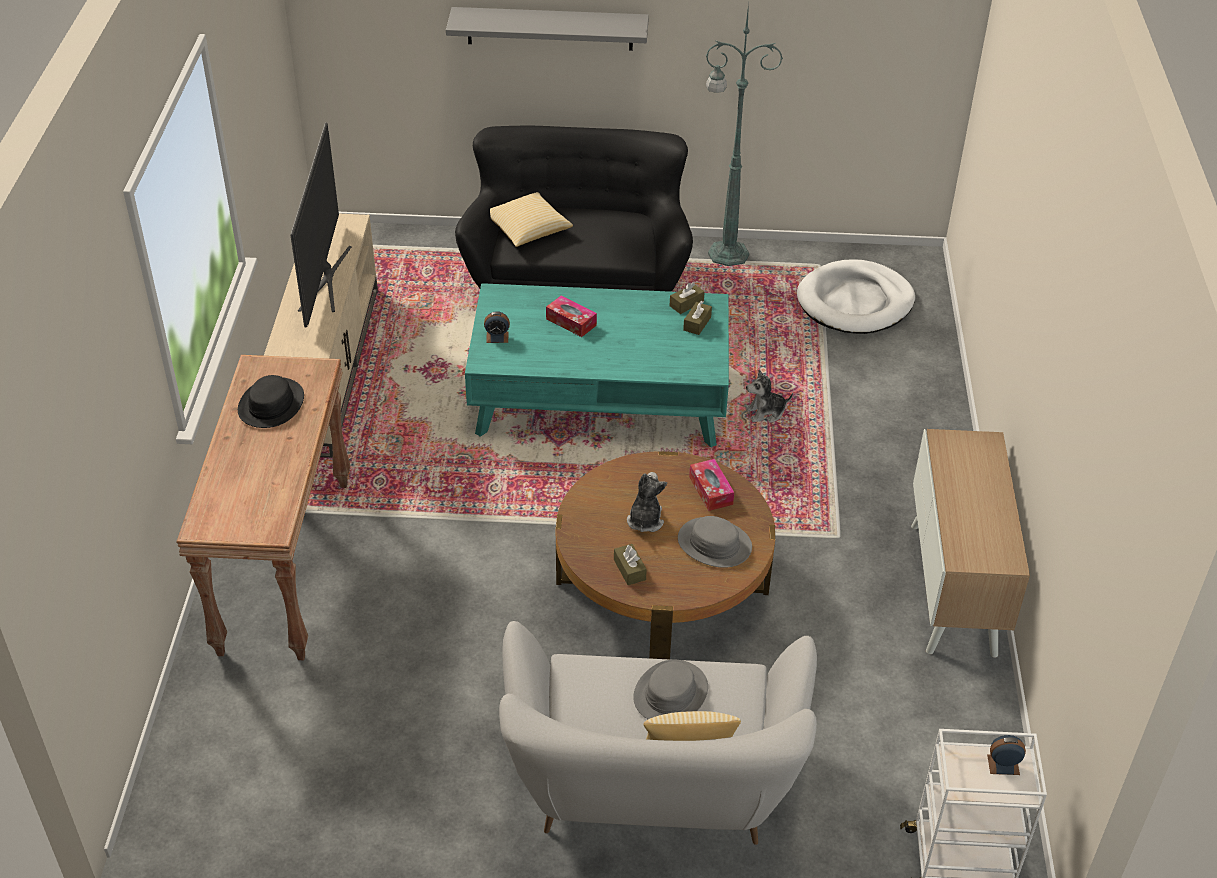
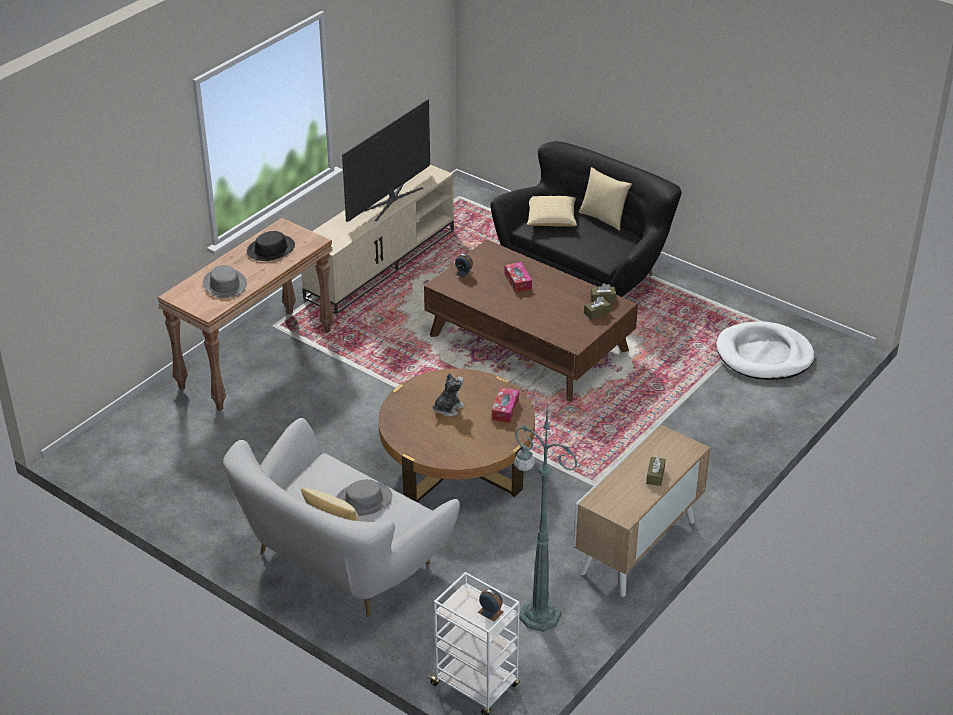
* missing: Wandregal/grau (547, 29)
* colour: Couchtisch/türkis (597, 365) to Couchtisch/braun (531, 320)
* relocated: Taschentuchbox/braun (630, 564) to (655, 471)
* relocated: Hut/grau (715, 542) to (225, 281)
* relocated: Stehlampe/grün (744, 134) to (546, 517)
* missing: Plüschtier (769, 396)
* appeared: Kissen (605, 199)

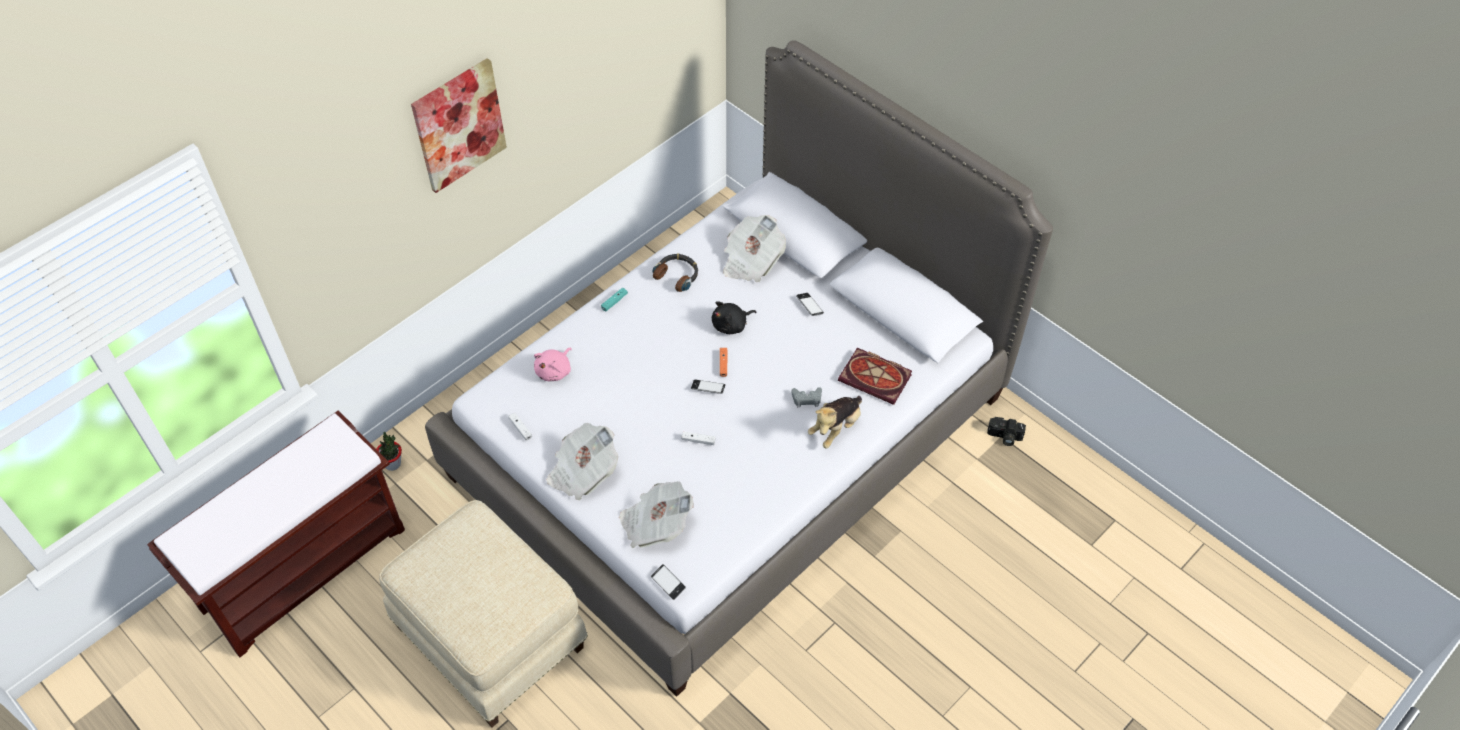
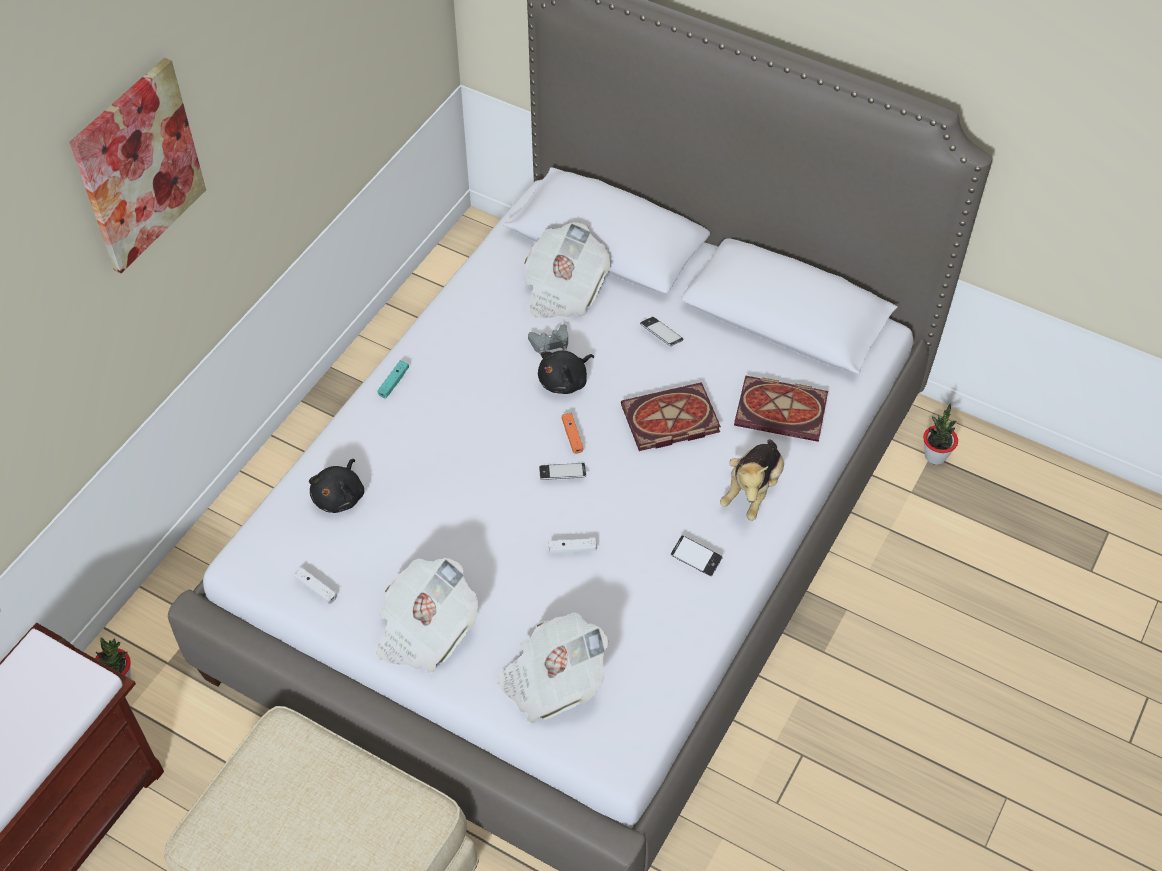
* colour: Plüschtier/rosa (553, 364) to Plüschtier/schwarz (336, 486)
* relocated: Handy (668, 582) to (696, 555)
* missing: Kopfhörer (675, 272)
* relocated: Gamepad/grau (806, 397) to (548, 339)
* exchanged: Kamera (1006, 431) to Topfpflanze (940, 434)
* appeared: Buch (671, 416)

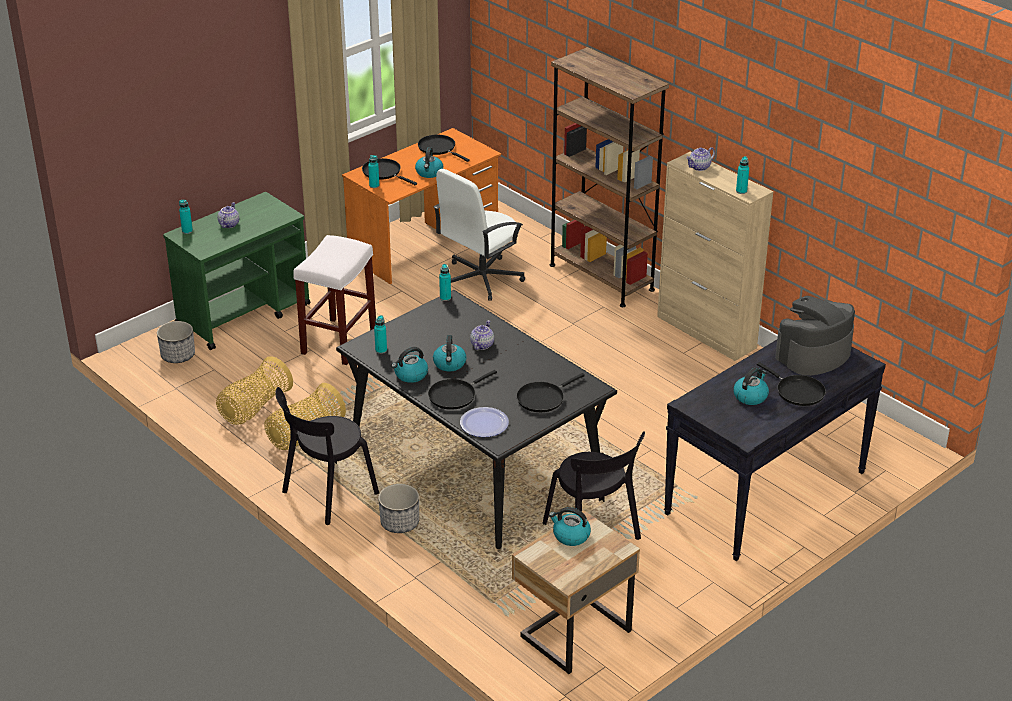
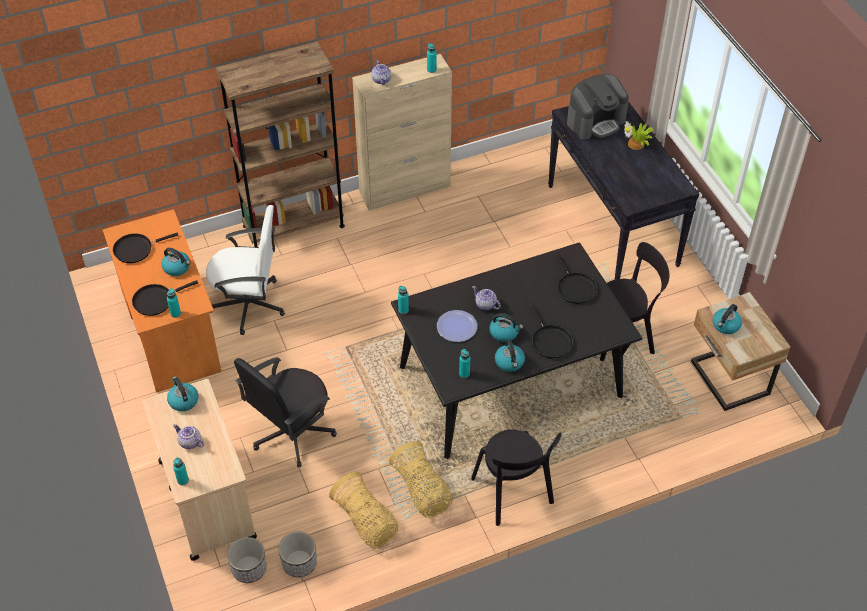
* colour: Rollwagen/grün (236, 271) to Rollwagen/beige (199, 470)
* exchanged: Hocker/weiß (334, 300) to Bürostuhl/schwarz (285, 412)
* relocated: Pflanzkübel (398, 508) to (297, 554)
* spun: Bürostuhl/weiß (479, 235) = (245, 270) 60 degrees counterclockwise
* relocated: Teller (484, 422) to (457, 326)
* relocated: Wasserkessel (751, 386) to (182, 393)
* exchanged: Pfanne/schwarz (791, 384) to Topfpflanze (639, 135)
* spun: Kaffeemaschine (815, 336) = (598, 107) 105 degrees counterclockwise

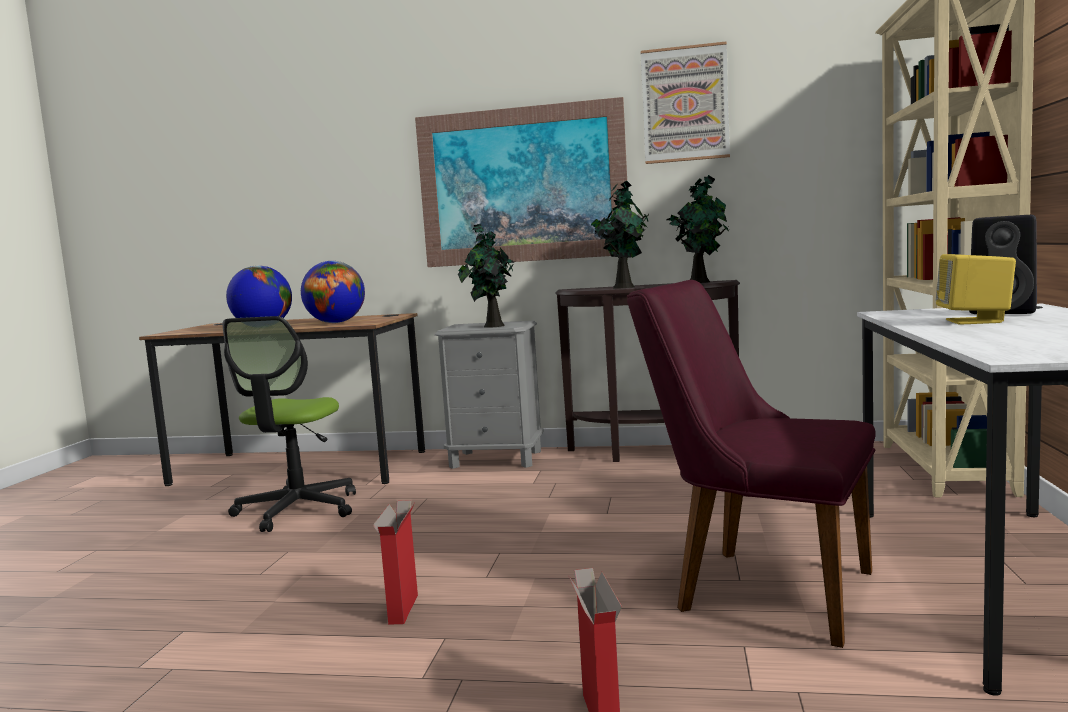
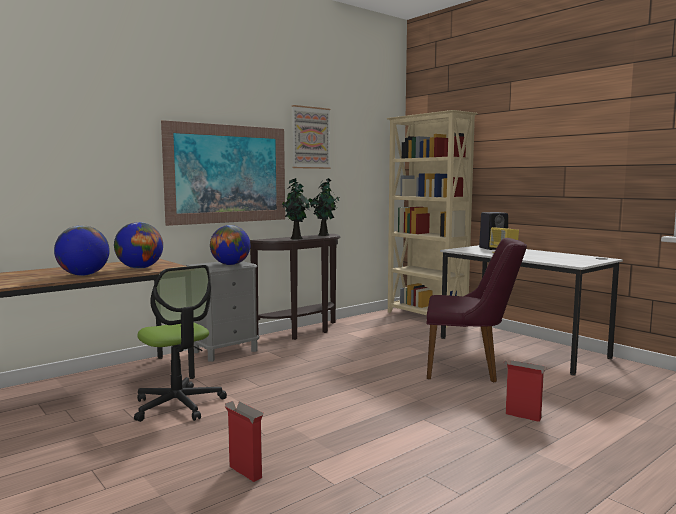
* relocated: Karton (395, 562) to (244, 441)
* exchanged: Topfpflanze (486, 275) to Globus (230, 245)
* spun: Stuhl/lila (751, 464) = (476, 310) 150 degrees counterclockwise

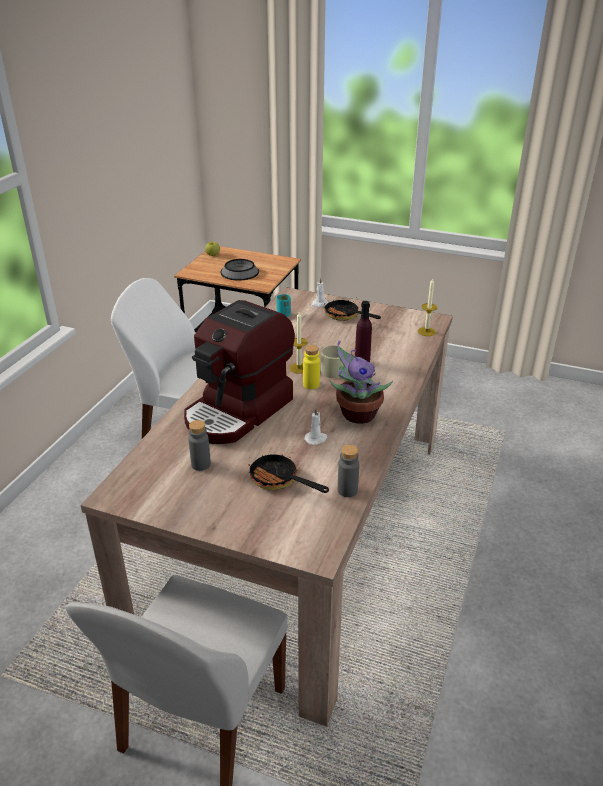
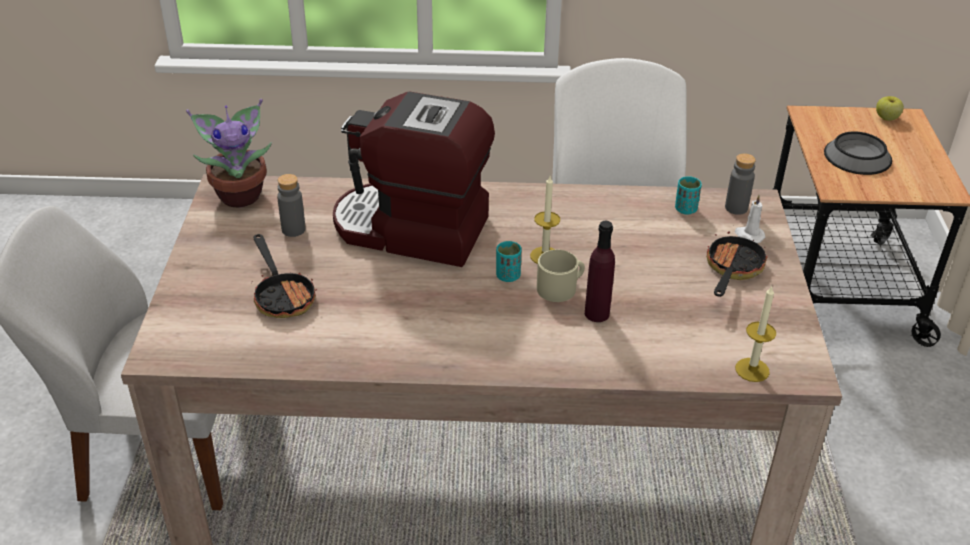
* spun: Pfanne (288, 473) = (284, 276) 135 degrees clockwise
* exchanged: Flasche/gelb (311, 367) to Tasse/türkis (509, 261)
* missing: Kerze/weiß (315, 426)
* relocated: Topfpflanze (361, 382) to (229, 153)
* relocated: Flasche/grau (348, 471) to (740, 184)

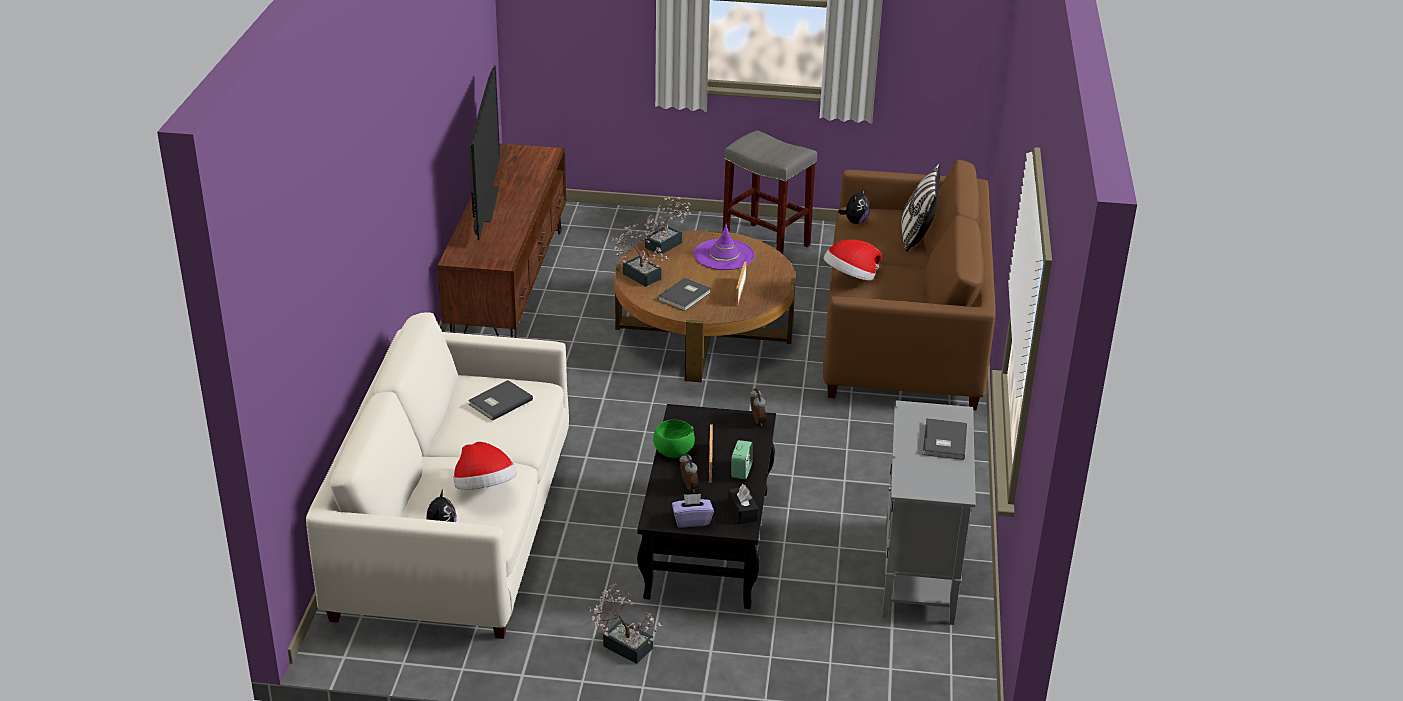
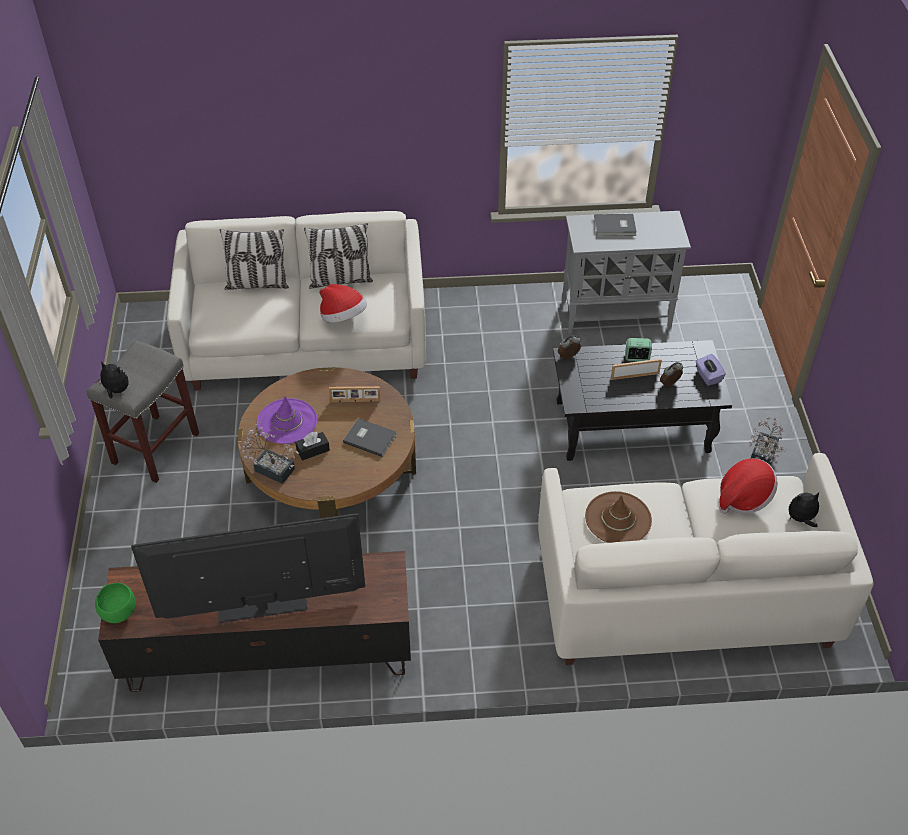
* exchanged: Buch/grau (500, 400) to Hut/braun (618, 517)
* missing: Topfpflanze (640, 255)
* relocated: Schüssel/grün (674, 439) to (115, 603)
* relocated: Taschentuchbox/schwarz (743, 504) to (312, 446)
* colour: Sofa/braun (909, 285) to Sofa/weiß (296, 300)
* relocated: Plüschtier (854, 206) to (112, 380)
* appeared: Kissen (338, 256)

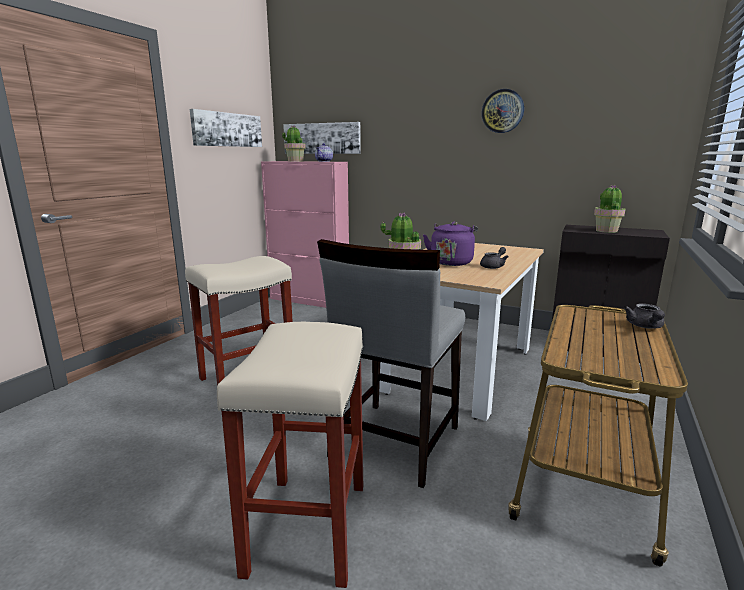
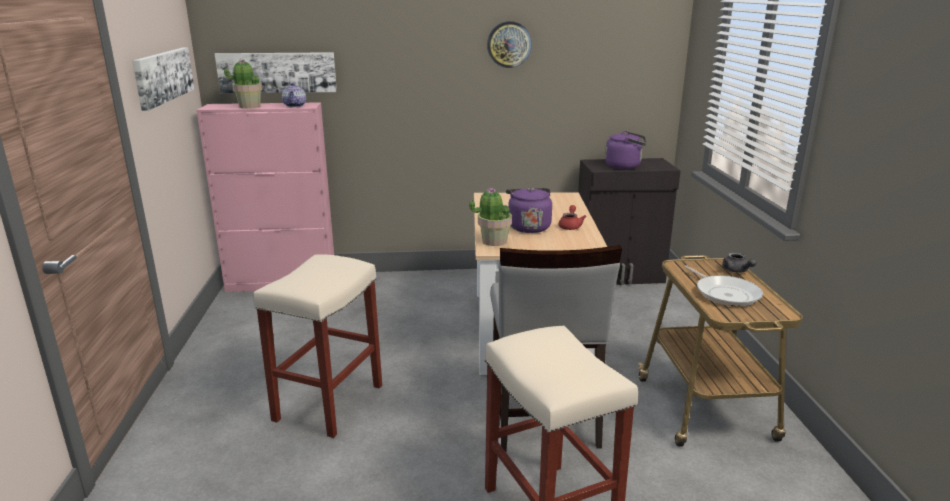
* colour: Teekanne/grau (494, 258) to Teekanne/rot (572, 217)
* exchanged: Topfpflanze (609, 209) to Wasserkessel/lila (625, 150)
* appeared: Pfanne (723, 285)

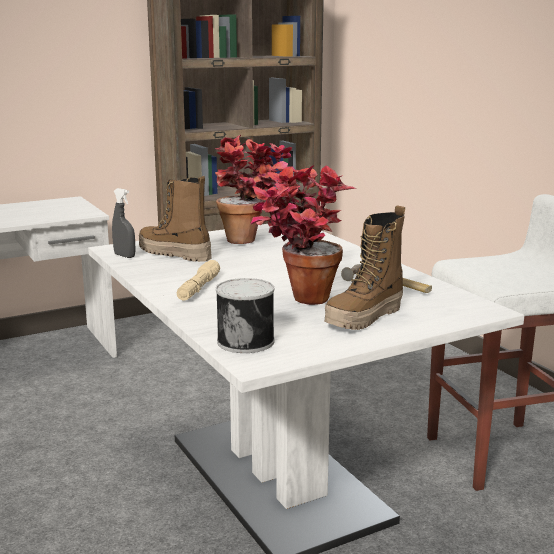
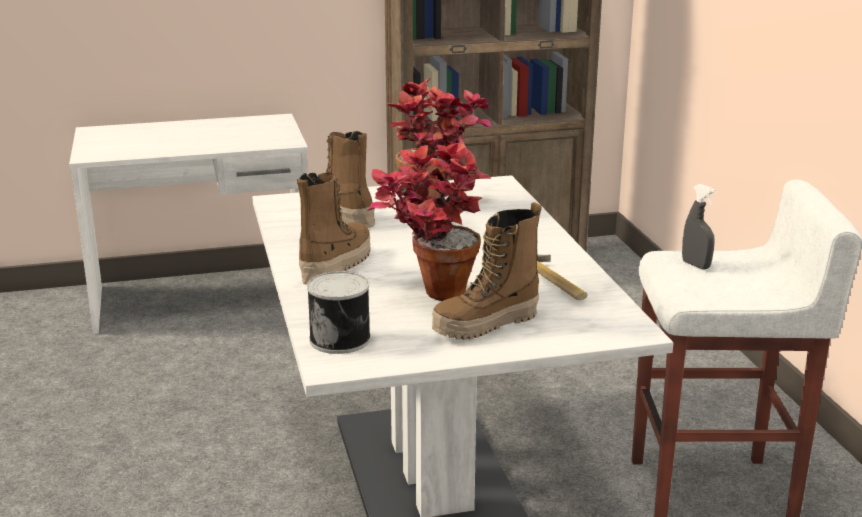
* relocated: Sprühflasche/grau (124, 223) to (699, 226)
* exchanged: Taschenlampe/beige (198, 280) to Stiefel (334, 229)

